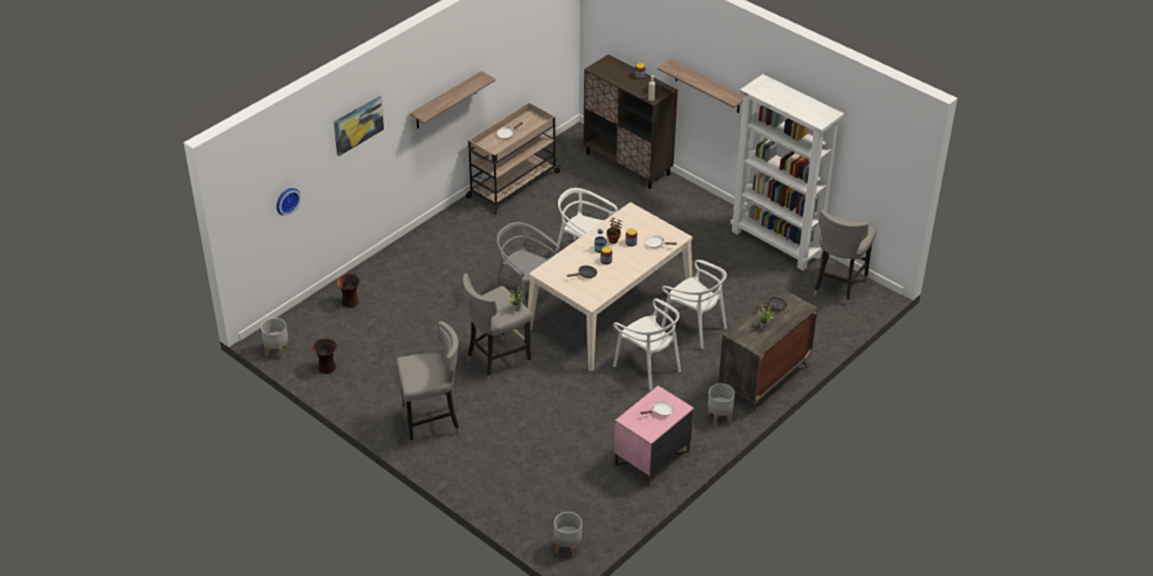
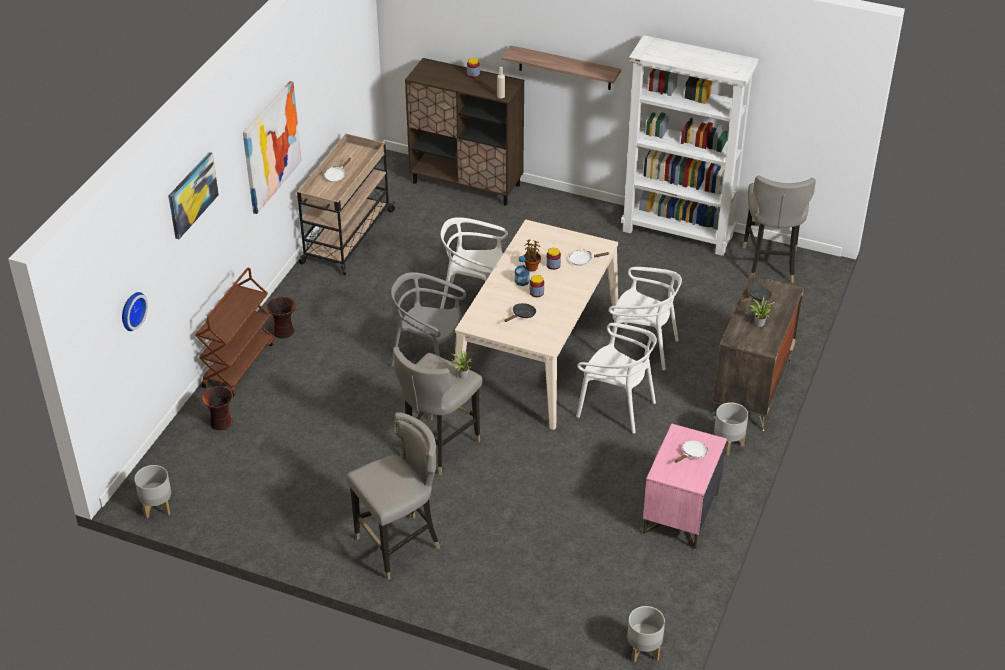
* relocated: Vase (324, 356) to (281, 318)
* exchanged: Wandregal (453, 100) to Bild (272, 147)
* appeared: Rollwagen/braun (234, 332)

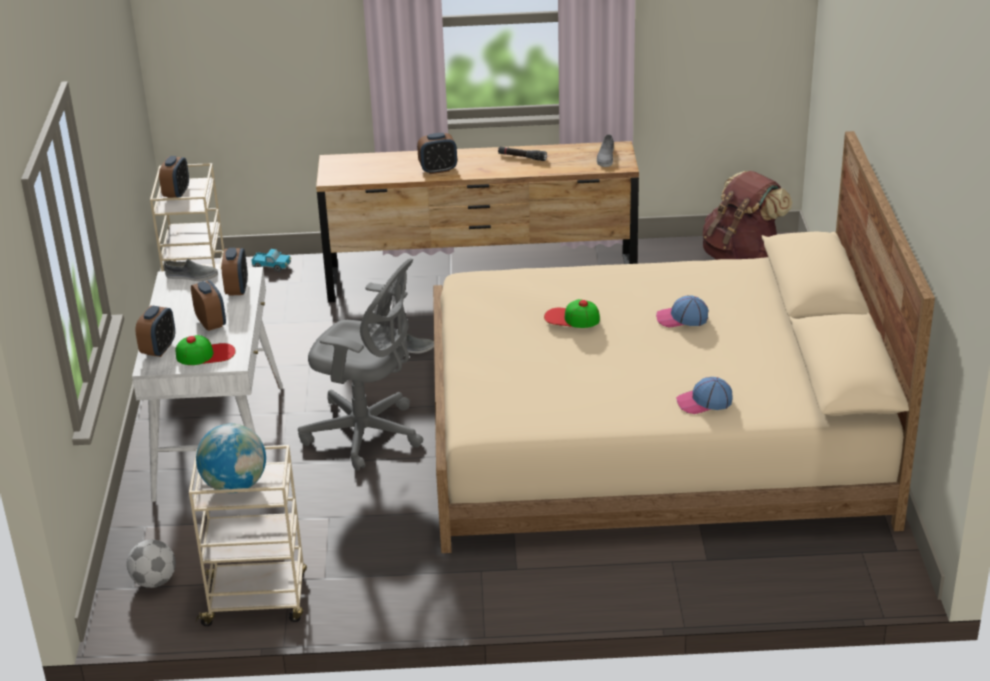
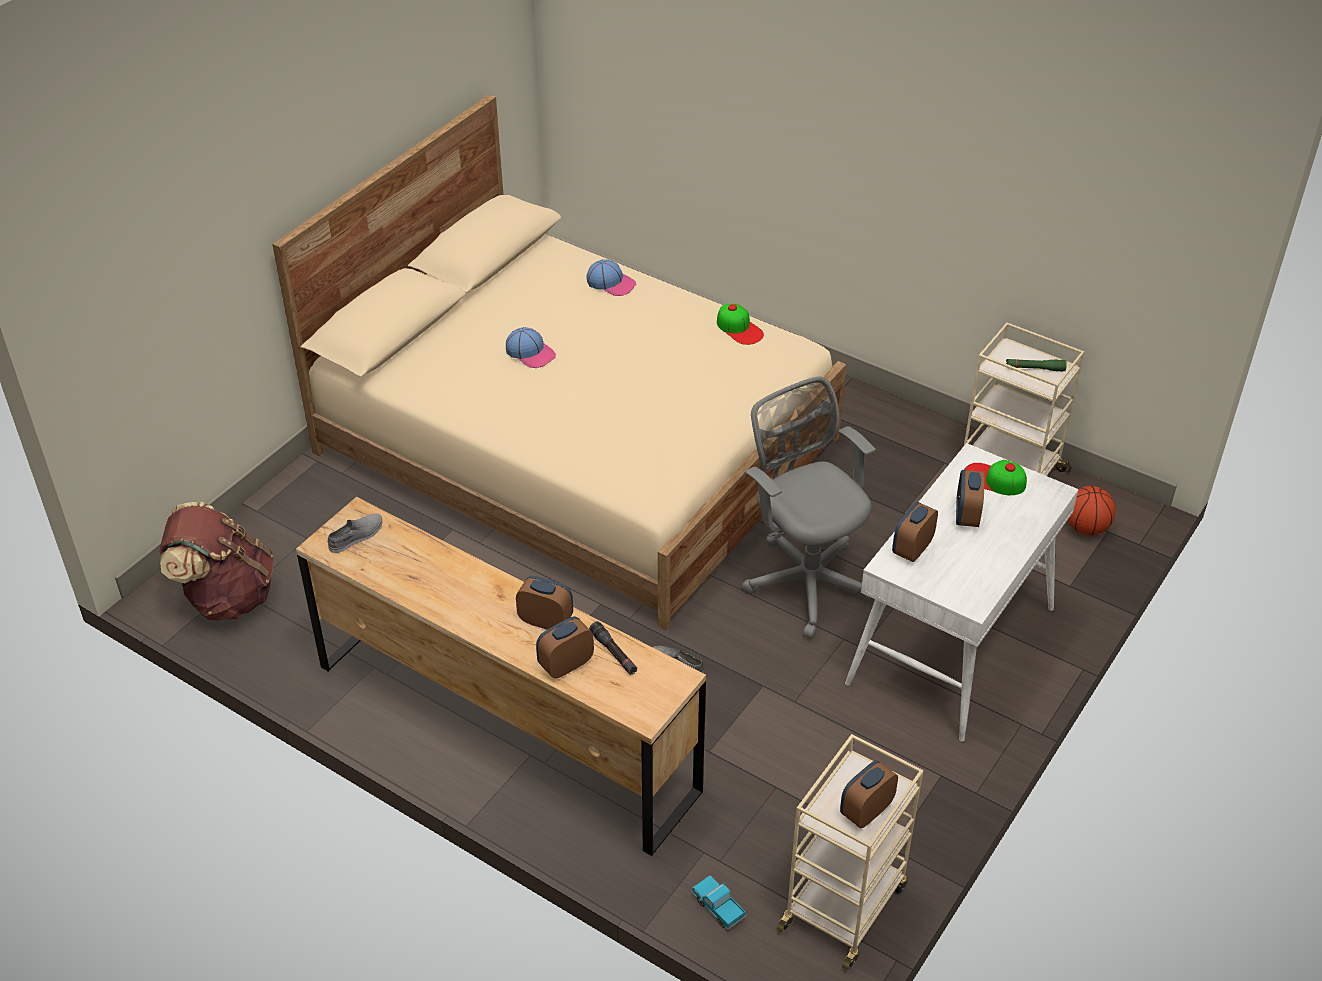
* exchanged: Fußball (151, 563) to Basketball (1092, 510)
* relocated: Wecker (155, 331) to (565, 648)
* missing: Schuh/grau (191, 269)
* exchanged: Globus (231, 458) to Taschenlampe/grün (1036, 365)
* relocated: Taschenlampe/schwarz (522, 154) to (613, 648)
* relocated: Kappe (572, 313) to (740, 324)

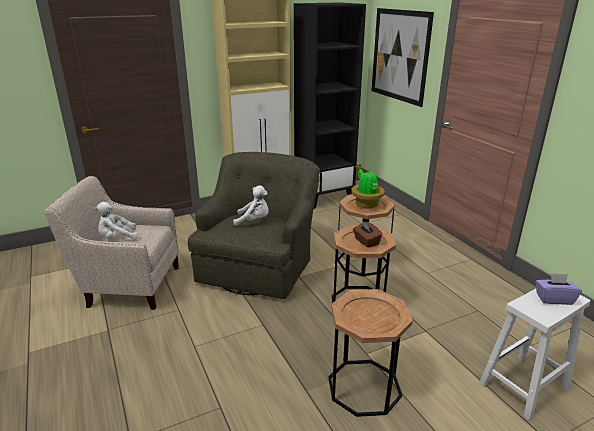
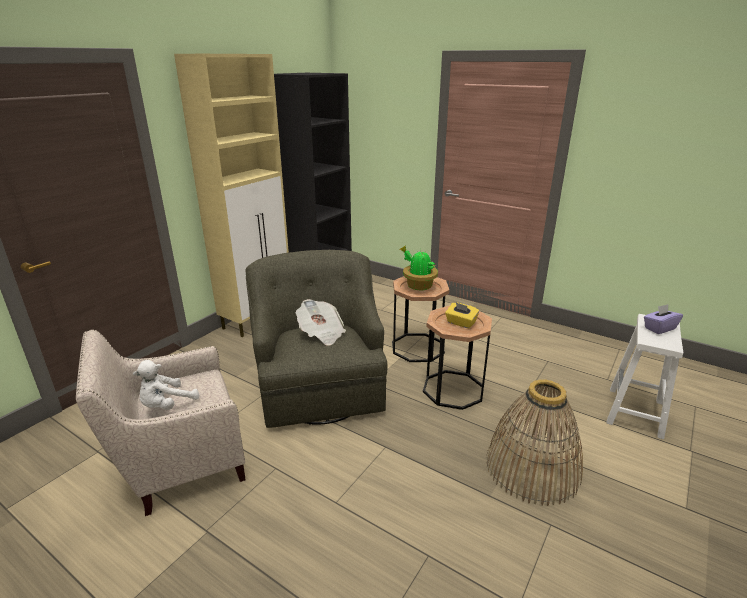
* exchanged: Plüschtier/weiß (251, 205) to Zeitung (321, 322)
* exchanged: Beistelltisch/braun (370, 353) to Korb (534, 443)
* colour: Taschentuchbox/braun (367, 235) to Taschentuchbox/gelb (462, 315)
* missing: Bild (402, 57)

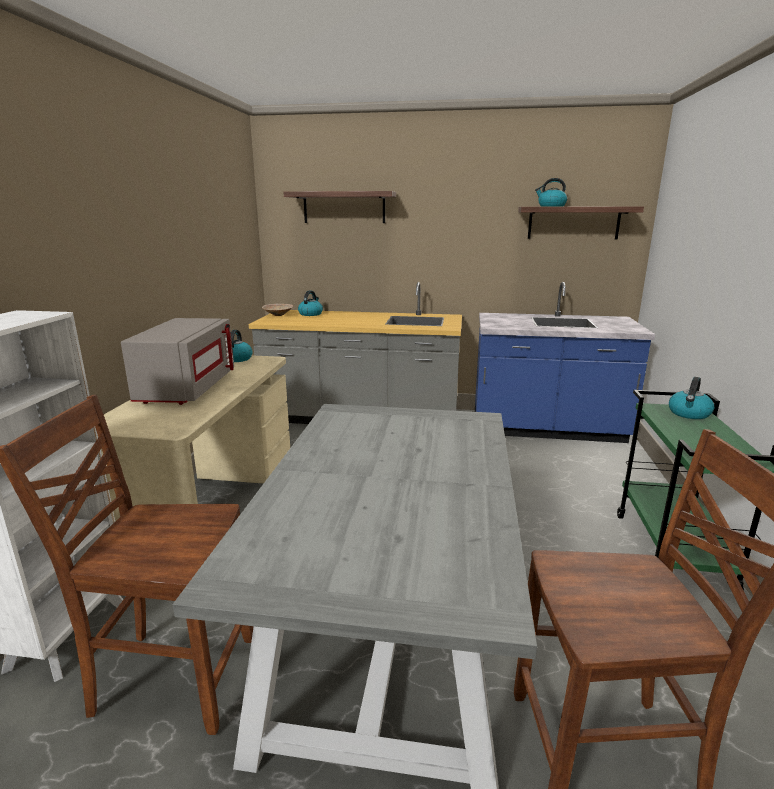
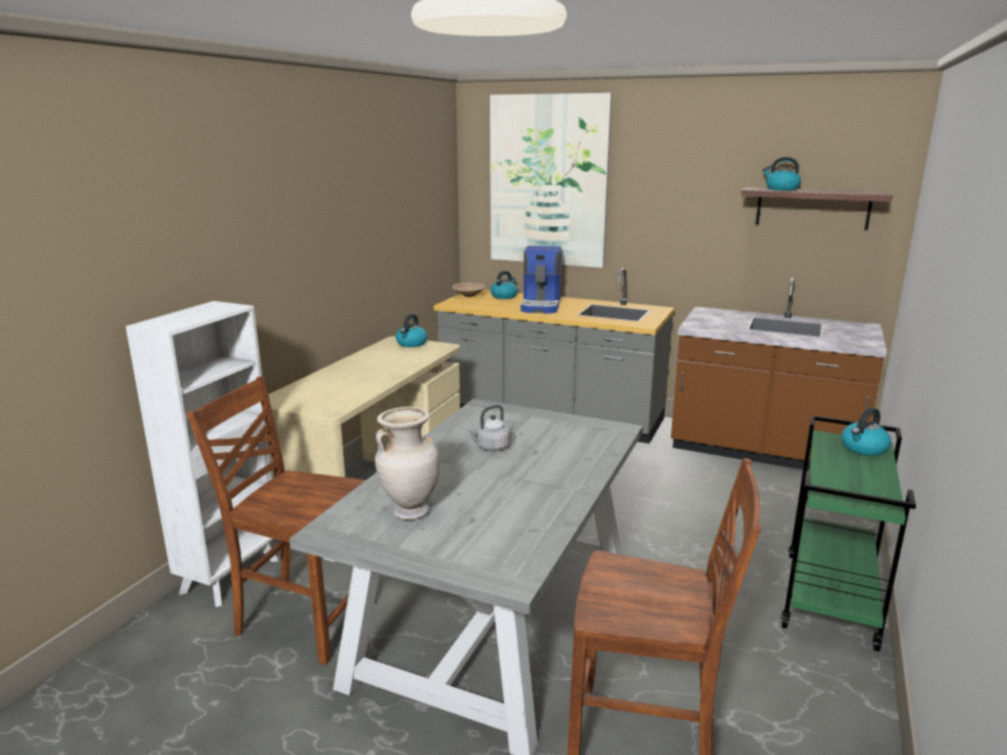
* missing: Mikrowelle/grau (177, 361)
* exchanged: Wandregal (339, 207) to Bild (551, 180)
* colour: Küchenzeile/blau (565, 362) to Küchenzeile/braun (779, 374)
* appeared: Vase/beige (407, 463)
* appeared: Wasserkessel/grau (489, 428)
* appeared: Kaffeemaschine (541, 280)

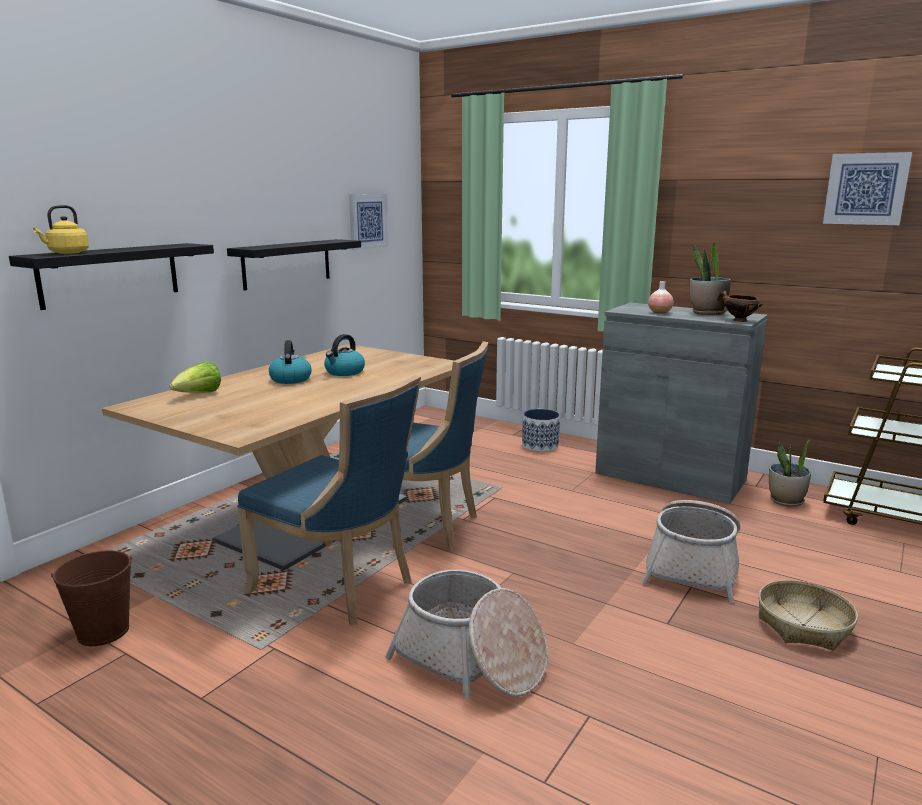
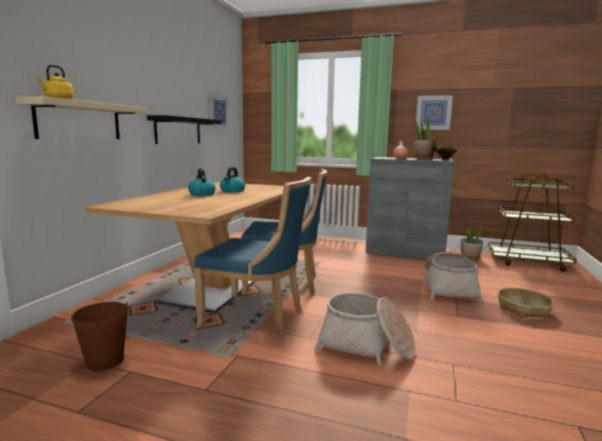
* colour: Wandregal/schwarz (111, 276) to Wandregal/beige (81, 117)
* missing: Salatkopf (195, 377)
* missing: Pflanzkübel (541, 430)
* relocated: Bild (867, 188) to (434, 112)

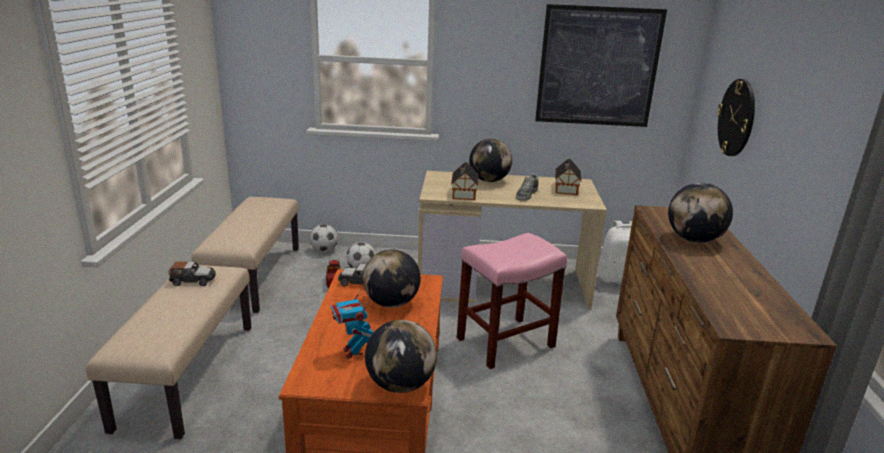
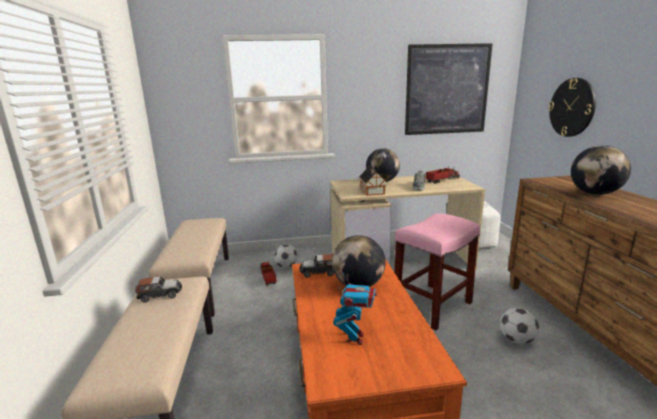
* relocated: Fußball (324, 238) to (519, 326)
* spun: Spielzeugroboter (352, 323) = (354, 308) 135 degrees counterclockwise
* missing: Globus (401, 356)
* exchanged: Spielzeughaus (568, 177) to Spielzeuglaster (443, 176)

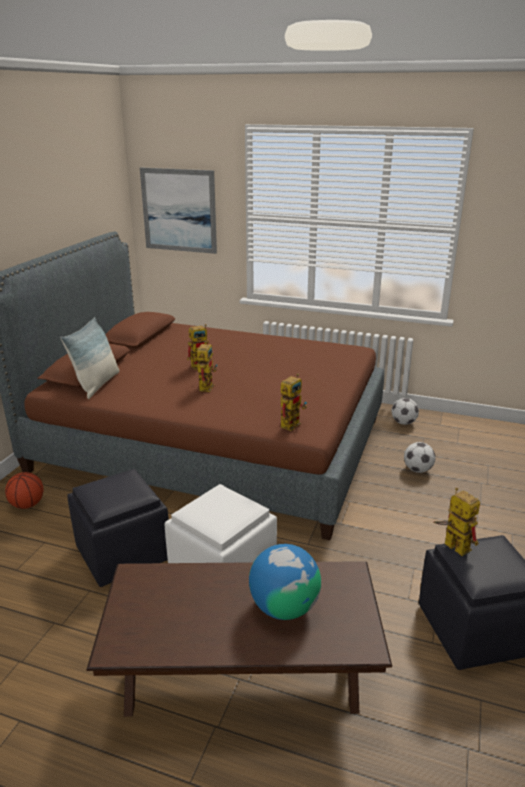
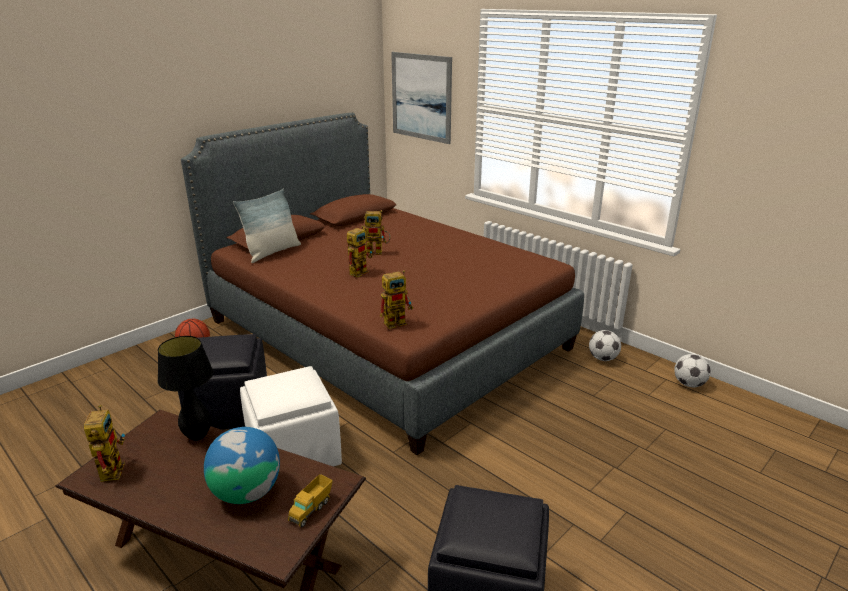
* relocated: Fußball (419, 457) to (692, 370)
* relocated: Spielzeugroboter (456, 522) to (104, 443)
* appeared: Tischlampe/schwarz (185, 388)
* appeared: Spielzeuglaster (310, 500)

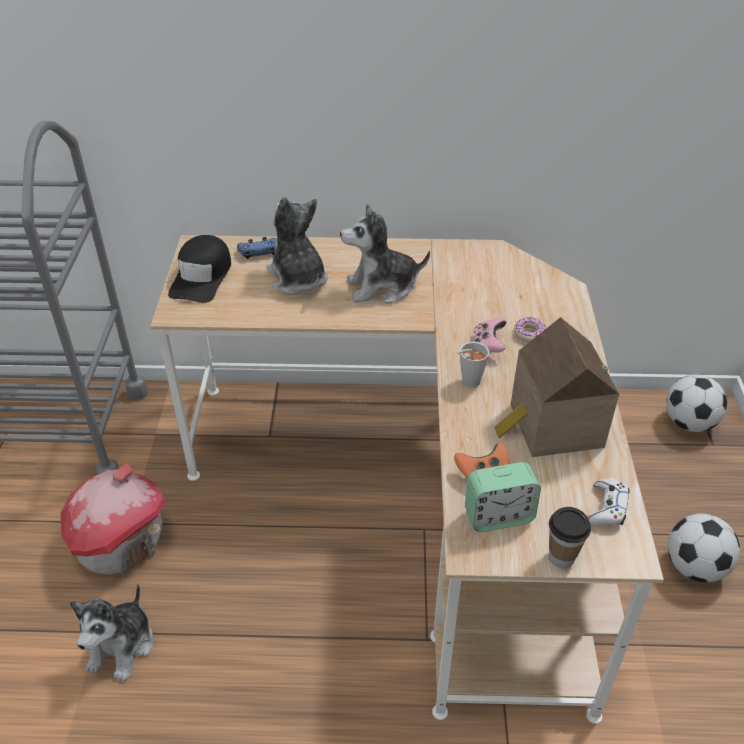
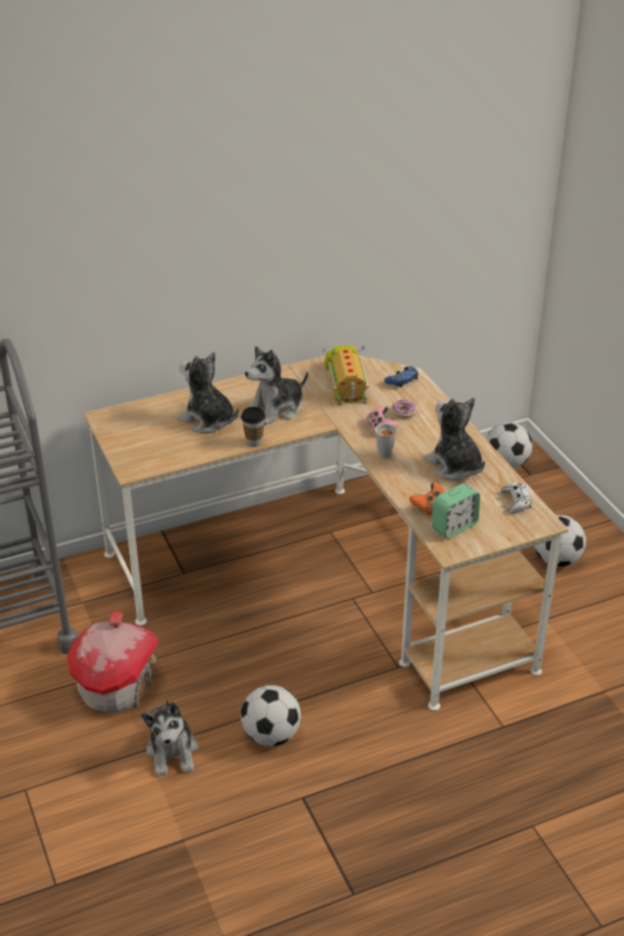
* missing: Kappe/schwarz (199, 269)
* relocated: Gamepad/blau (257, 248) to (401, 376)
* exchanged: Spielzeughaus (556, 387) to Plüschtier (455, 439)
* relocated: Tasse (570, 537) to (253, 427)
* appeared: Fußball (271, 716)
* appeared: Spielzeuglaster (345, 376)

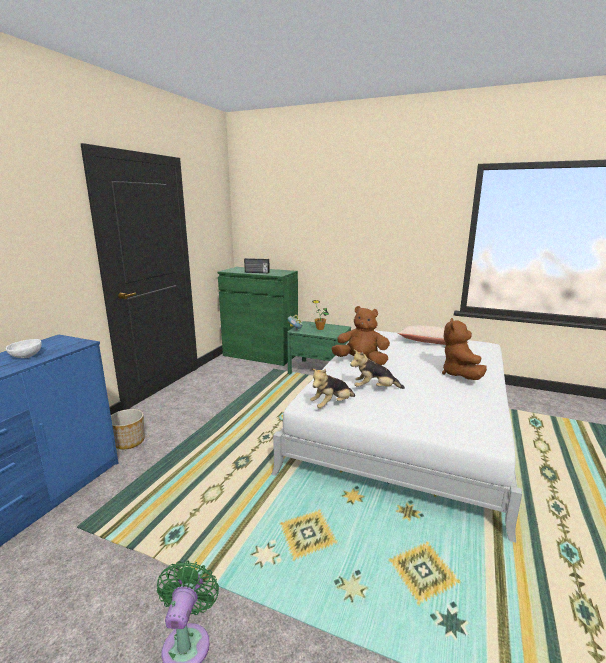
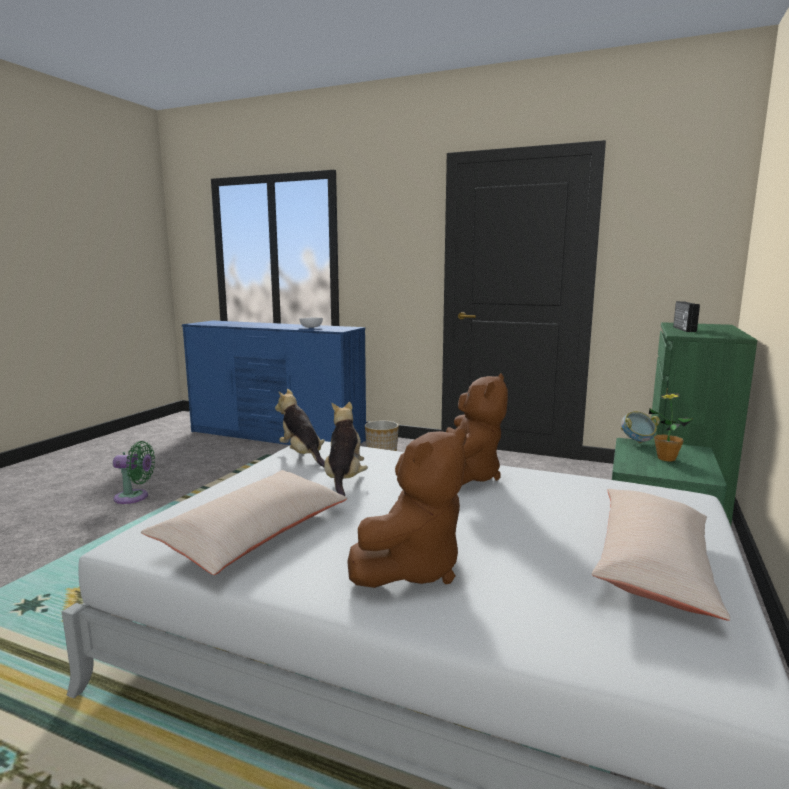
* spun: Plüschtier/braun (464, 349) = (406, 508) 120 degrees clockwise
* appeared: Kissen/beige (244, 522)

